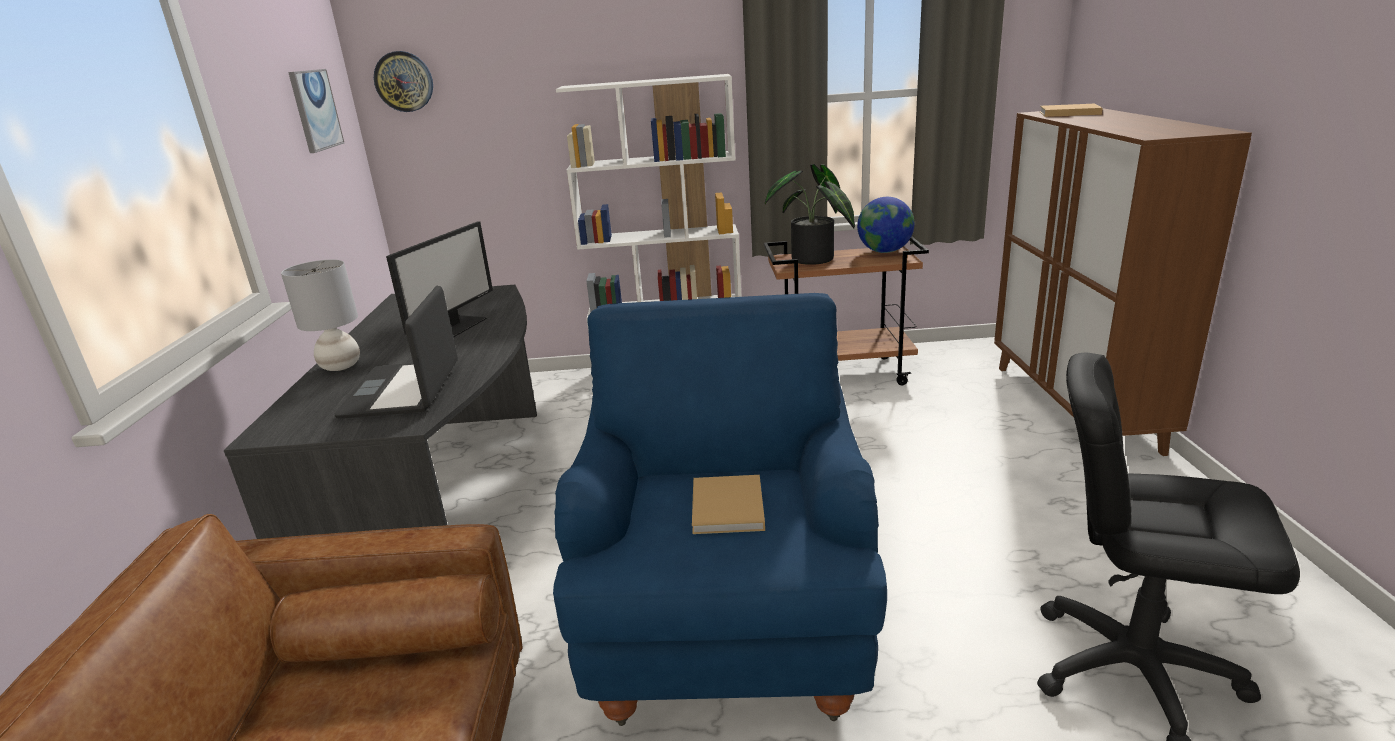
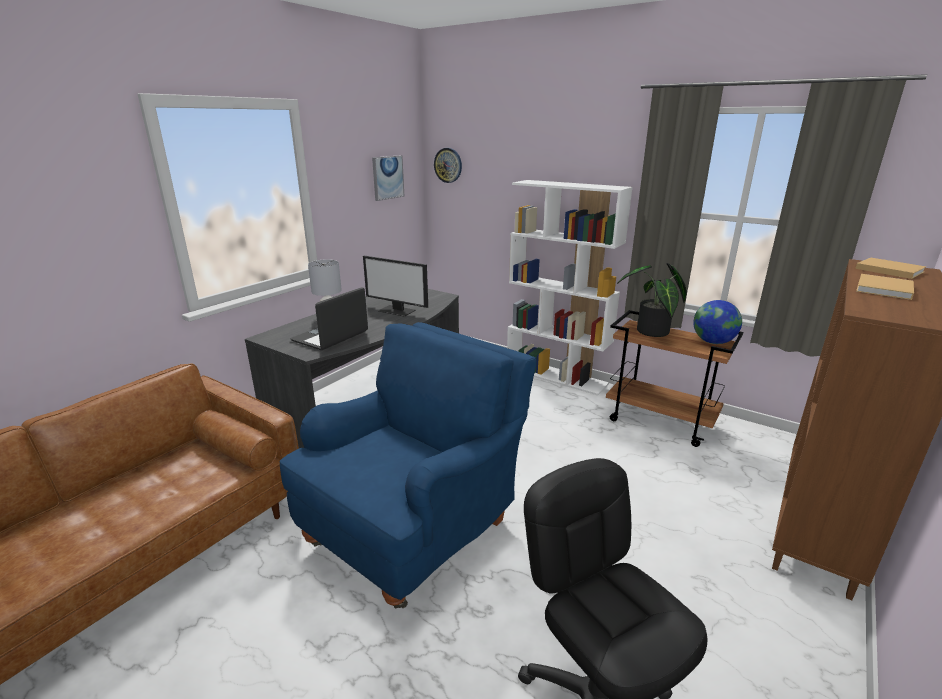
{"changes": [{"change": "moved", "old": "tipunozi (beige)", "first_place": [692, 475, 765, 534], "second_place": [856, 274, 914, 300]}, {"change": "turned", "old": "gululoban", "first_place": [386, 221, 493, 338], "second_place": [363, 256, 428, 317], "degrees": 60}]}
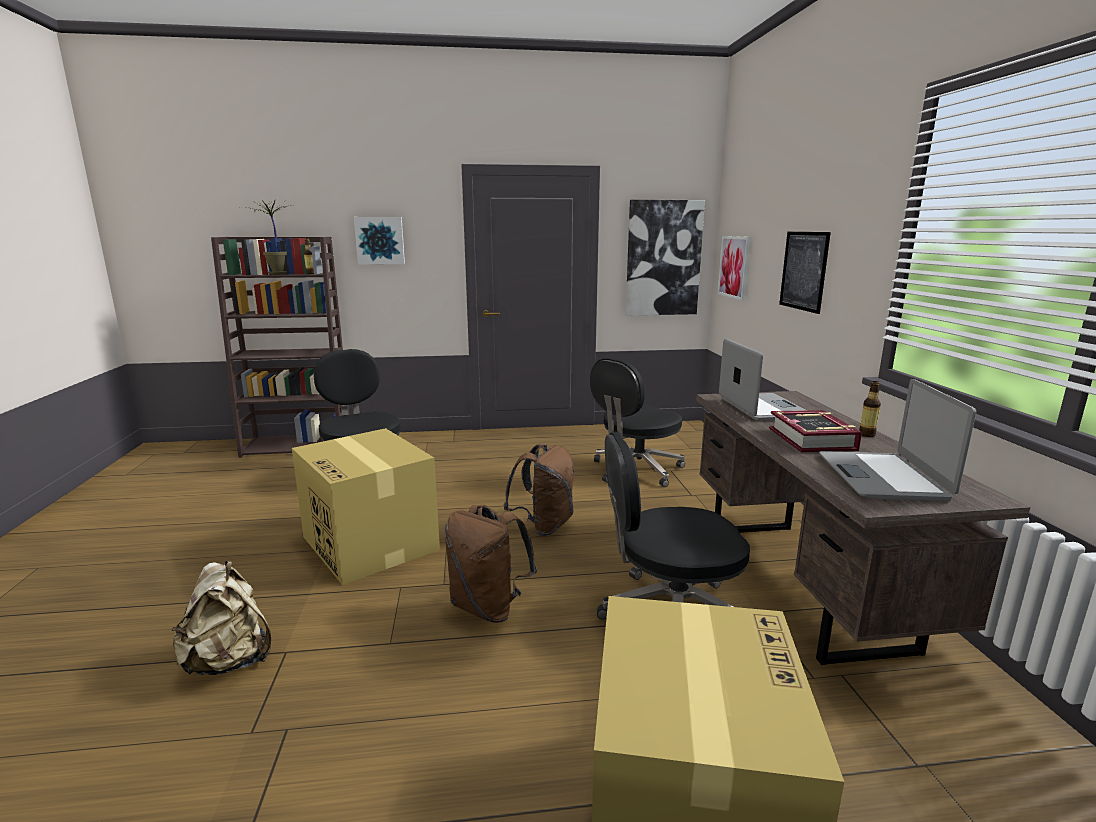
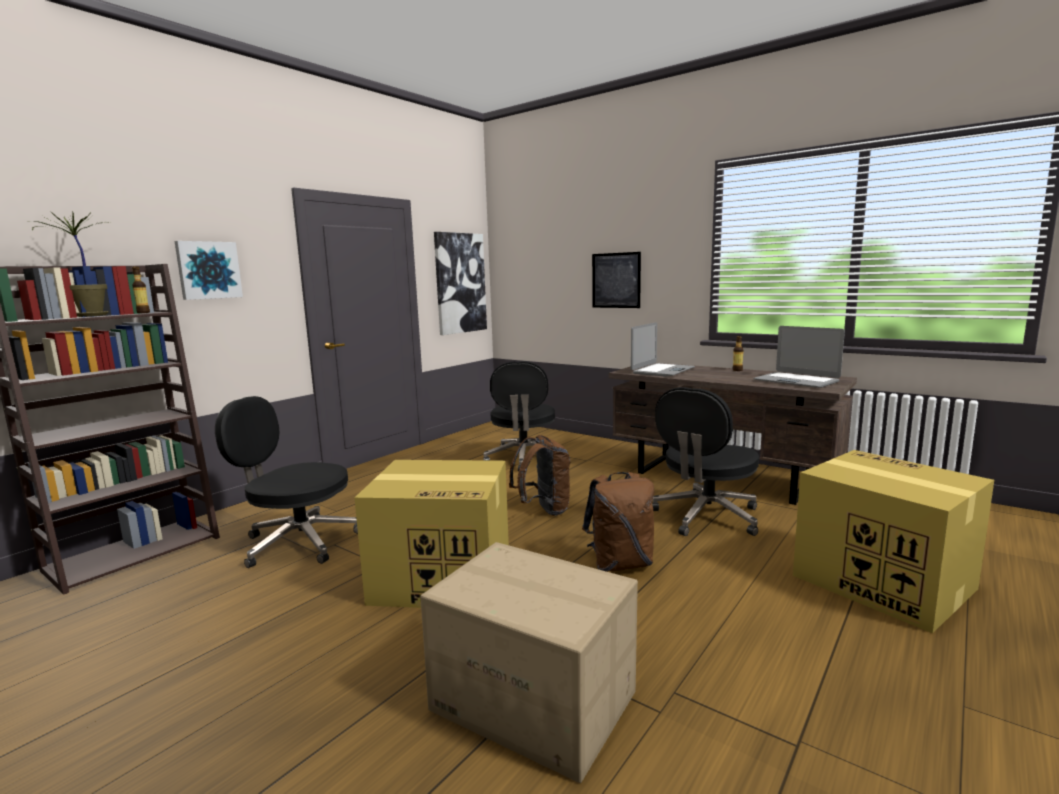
{"changes": [{"change": "removed", "old": "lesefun", "first_place": [718, 236, 751, 300]}, {"change": "removed", "old": "tipunozi", "first_place": [769, 410, 862, 453]}, {"change": "replaced", "old": "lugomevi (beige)", "new": "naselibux", "first_place": [171, 561, 271, 675], "second_place": [421, 542, 638, 783]}, {"change": "turned", "old": "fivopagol", "first_place": [719, 339, 805, 421], "second_place": [631, 322, 695, 377], "degrees": 90}]}
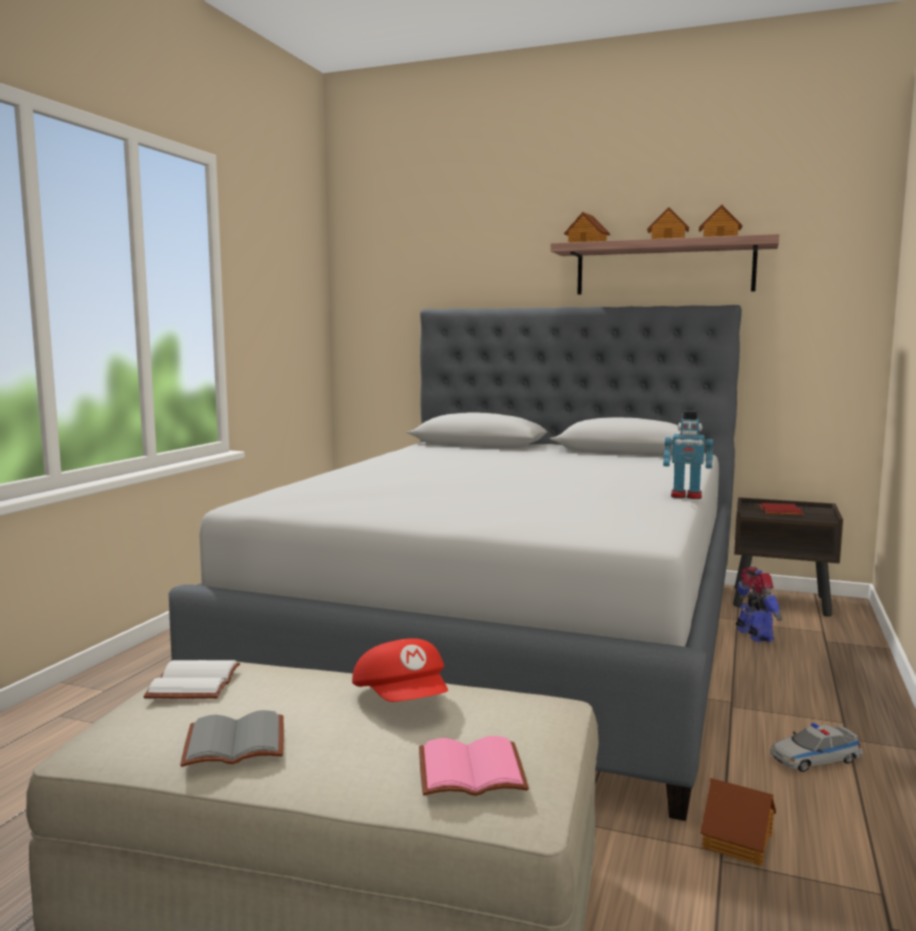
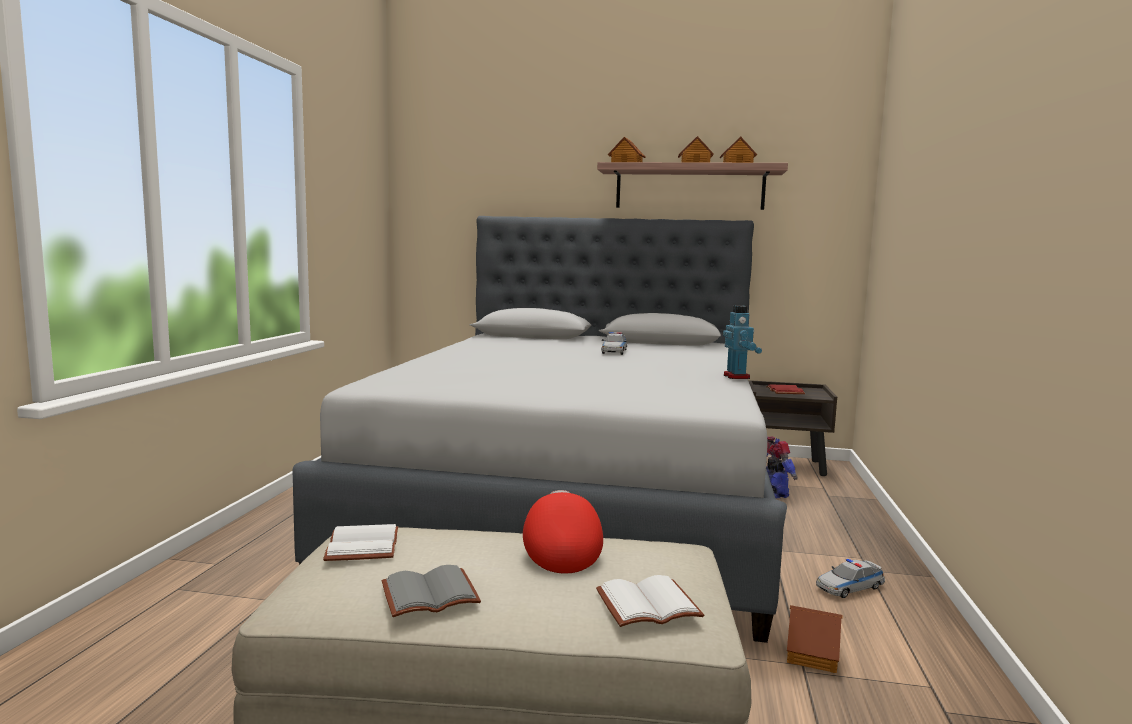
{"changes": [{"change": "added", "new": "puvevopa", "second_place": [601, 332, 627, 355]}, {"change": "recoloured", "old": "tipunozi (pink)", "new": "tipunozi (white)", "first_place": [419, 736, 529, 796], "second_place": [596, 575, 704, 627]}, {"change": "turned", "old": "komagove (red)", "first_place": [352, 638, 448, 702], "second_place": [523, 490, 603, 574], "degrees": -150}, {"change": "turned", "old": "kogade", "first_place": [663, 410, 713, 499], "second_place": [723, 305, 762, 379], "degrees": -105}]}
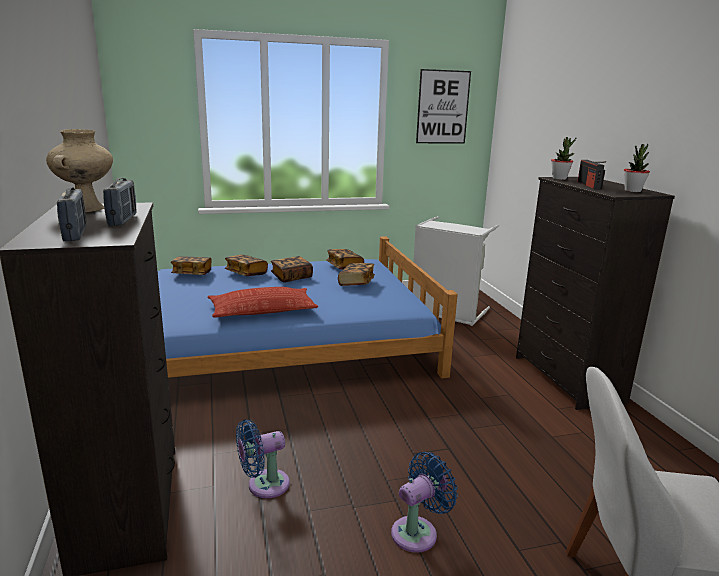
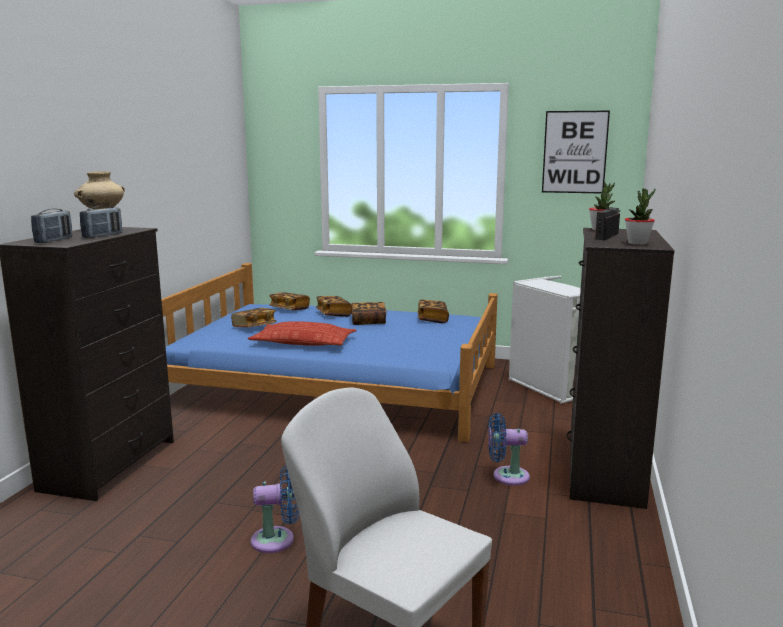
{"changes": [{"change": "moved", "old": "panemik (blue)", "first_place": [236, 419, 290, 498], "second_place": [488, 413, 530, 485]}, {"change": "moved", "old": "tipunozi", "first_place": [338, 263, 375, 286], "second_place": [231, 308, 277, 328]}]}
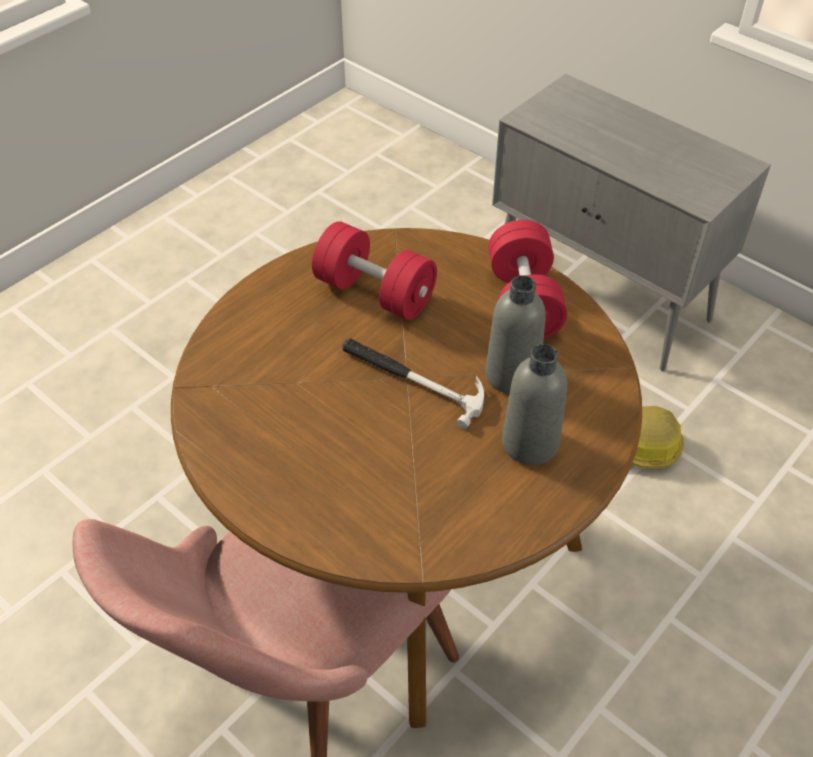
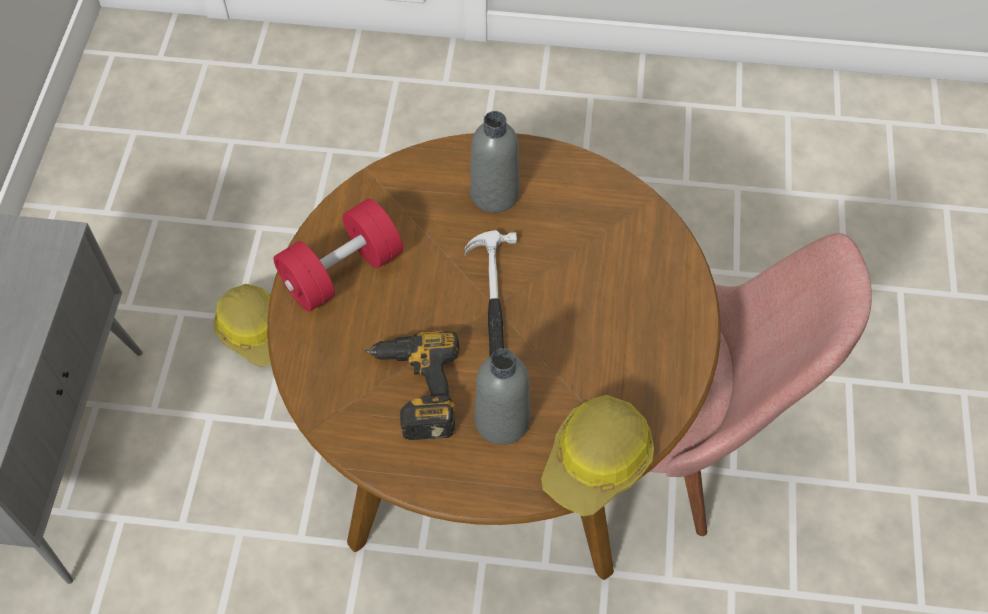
{"changes": [{"change": "added", "new": "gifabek", "second_place": [541, 395, 654, 516]}, {"change": "moved", "old": "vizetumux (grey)", "first_place": [485, 275, 546, 394], "second_place": [475, 348, 530, 445]}, {"change": "replaced", "old": "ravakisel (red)", "new": "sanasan", "first_place": [312, 221, 437, 320], "second_place": [365, 331, 459, 440]}]}
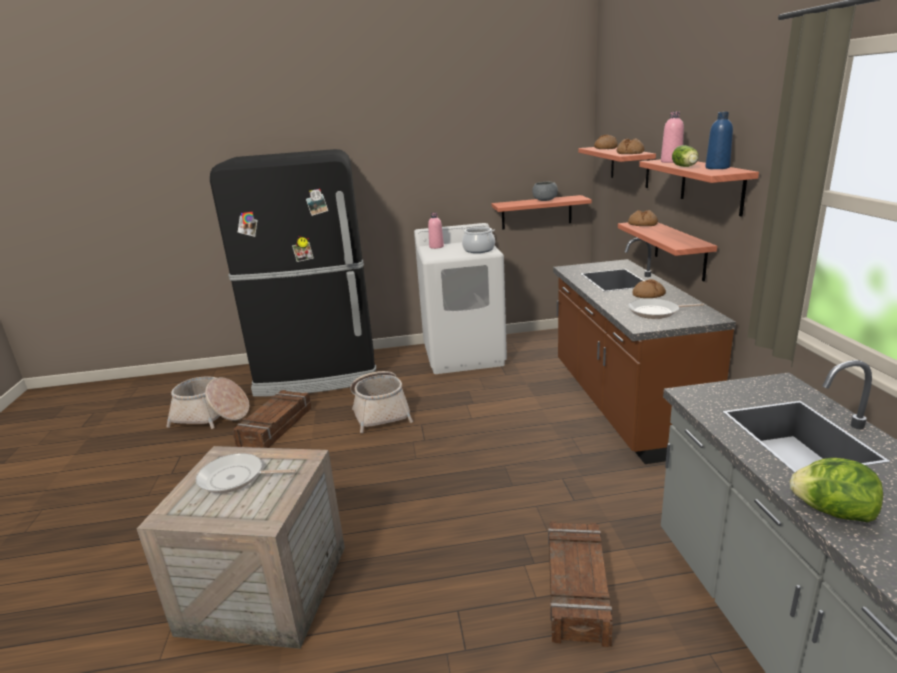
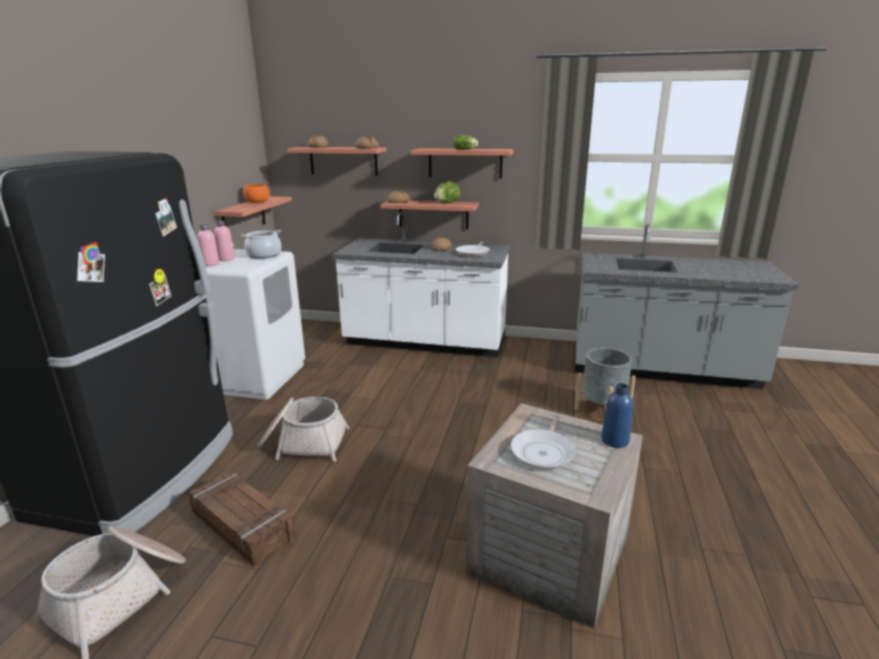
{"changes": [{"change": "moved", "old": "vizetumux (pink)", "first_place": [661, 111, 684, 163], "second_place": [214, 220, 235, 261]}, {"change": "moved", "old": "vizetumux (blue)", "first_place": [705, 112, 733, 169], "second_place": [601, 383, 633, 448]}, {"change": "moved", "old": "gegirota", "first_place": [790, 458, 883, 522], "second_place": [434, 181, 460, 203]}, {"change": "replaced", "old": "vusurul", "new": "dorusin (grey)", "first_place": [548, 521, 613, 647], "second_place": [575, 348, 636, 410]}, {"change": "recoloured", "old": "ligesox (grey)", "new": "ligesox (orange)", "first_place": [532, 182, 558, 201], "second_place": [243, 184, 270, 203]}, {"change": "recoloured", "old": "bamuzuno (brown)", "new": "bamuzuno (white)", "first_place": [553, 238, 736, 464], "second_place": [332, 212, 510, 357]}]}
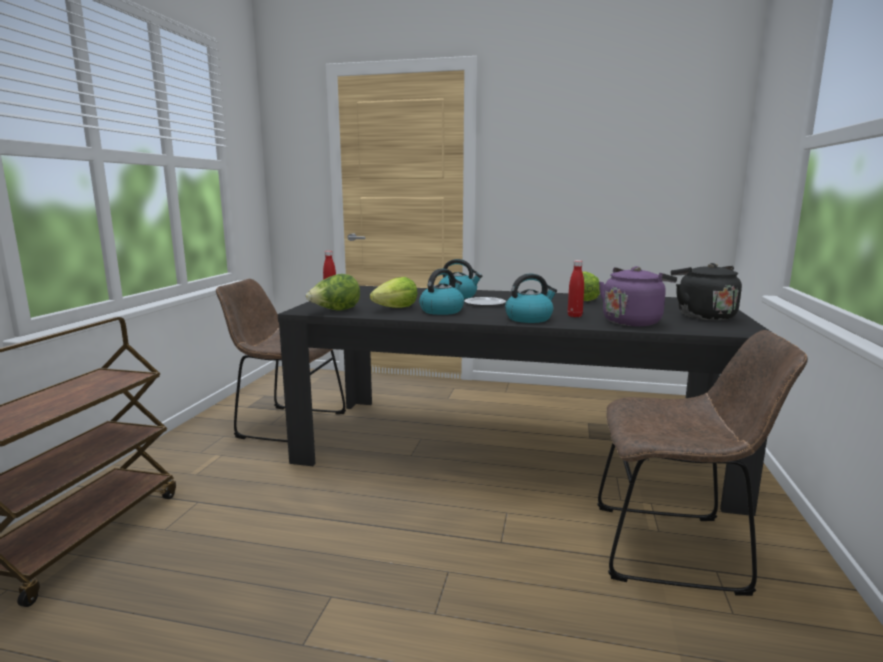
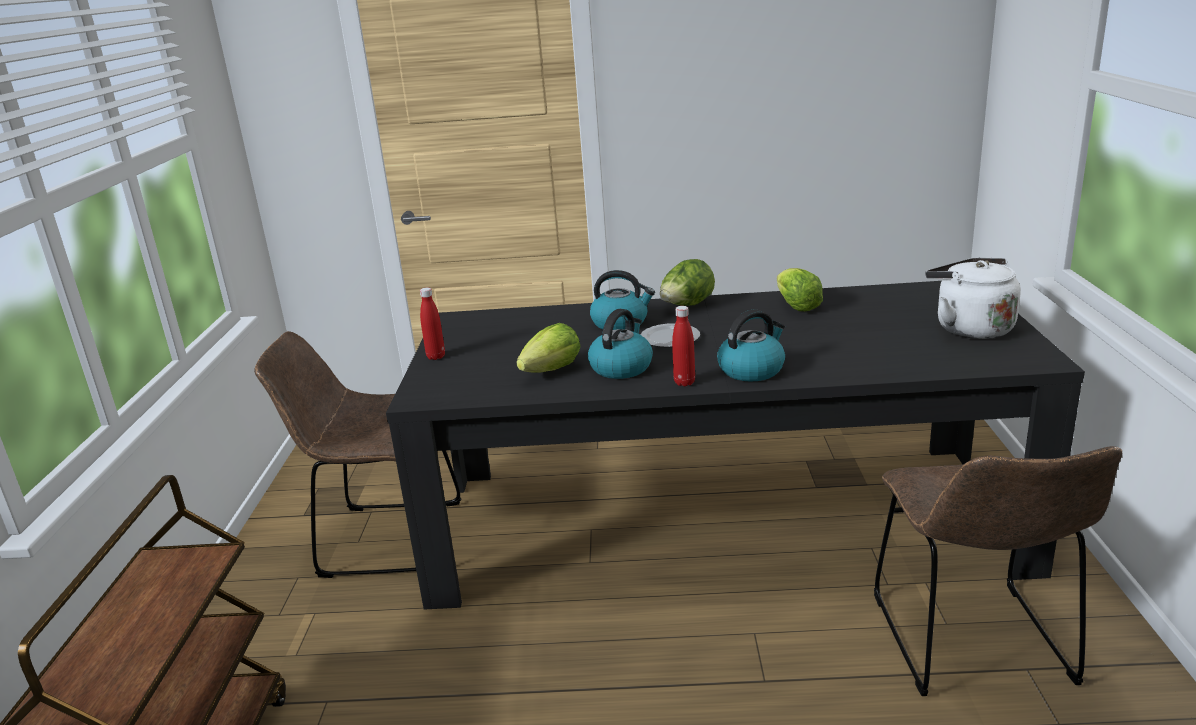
{"changes": [{"change": "removed", "old": "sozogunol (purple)", "first_place": [599, 266, 677, 326]}, {"change": "moved", "old": "gegirota", "first_place": [306, 274, 360, 311], "second_place": [660, 259, 715, 306]}, {"change": "moved", "old": "vizetumux (red)", "first_place": [568, 260, 584, 317], "second_place": [672, 306, 695, 386]}, {"change": "recoloured", "old": "sozogunol (black)", "new": "sozogunol (white)", "first_place": [671, 263, 742, 320], "second_place": [925, 258, 1021, 339]}, {"change": "turned", "old": "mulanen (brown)", "first_place": [597, 330, 808, 596], "second_place": [874, 446, 1122, 696], "degrees": 90}]}
